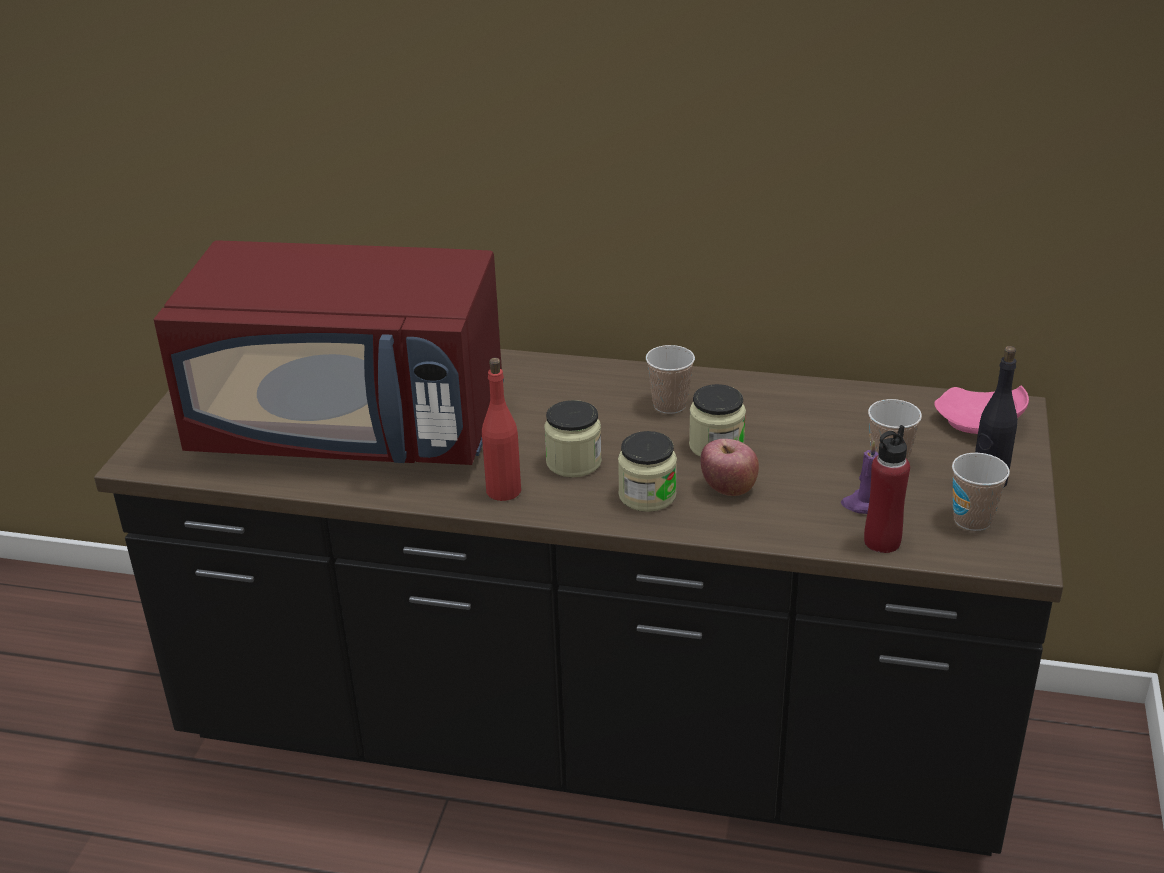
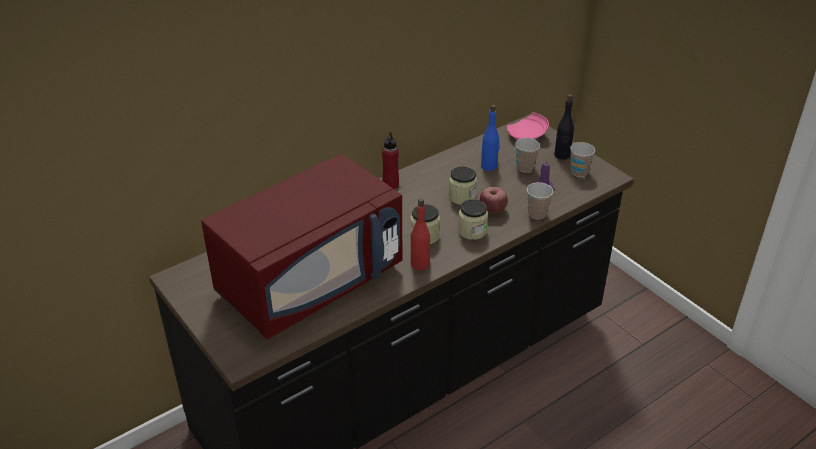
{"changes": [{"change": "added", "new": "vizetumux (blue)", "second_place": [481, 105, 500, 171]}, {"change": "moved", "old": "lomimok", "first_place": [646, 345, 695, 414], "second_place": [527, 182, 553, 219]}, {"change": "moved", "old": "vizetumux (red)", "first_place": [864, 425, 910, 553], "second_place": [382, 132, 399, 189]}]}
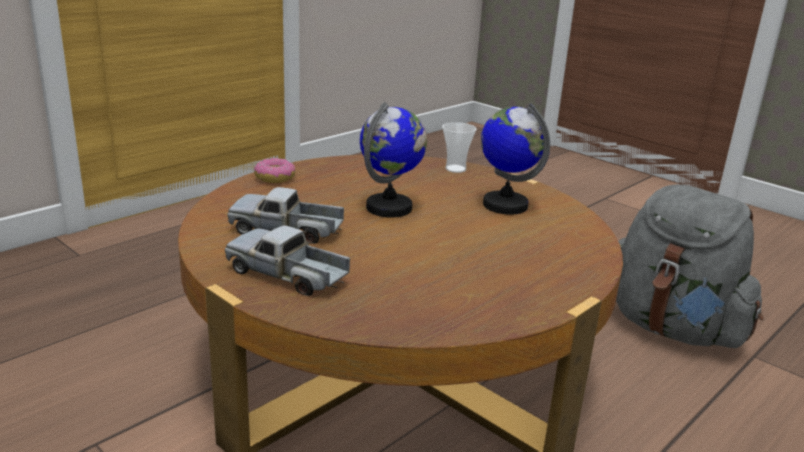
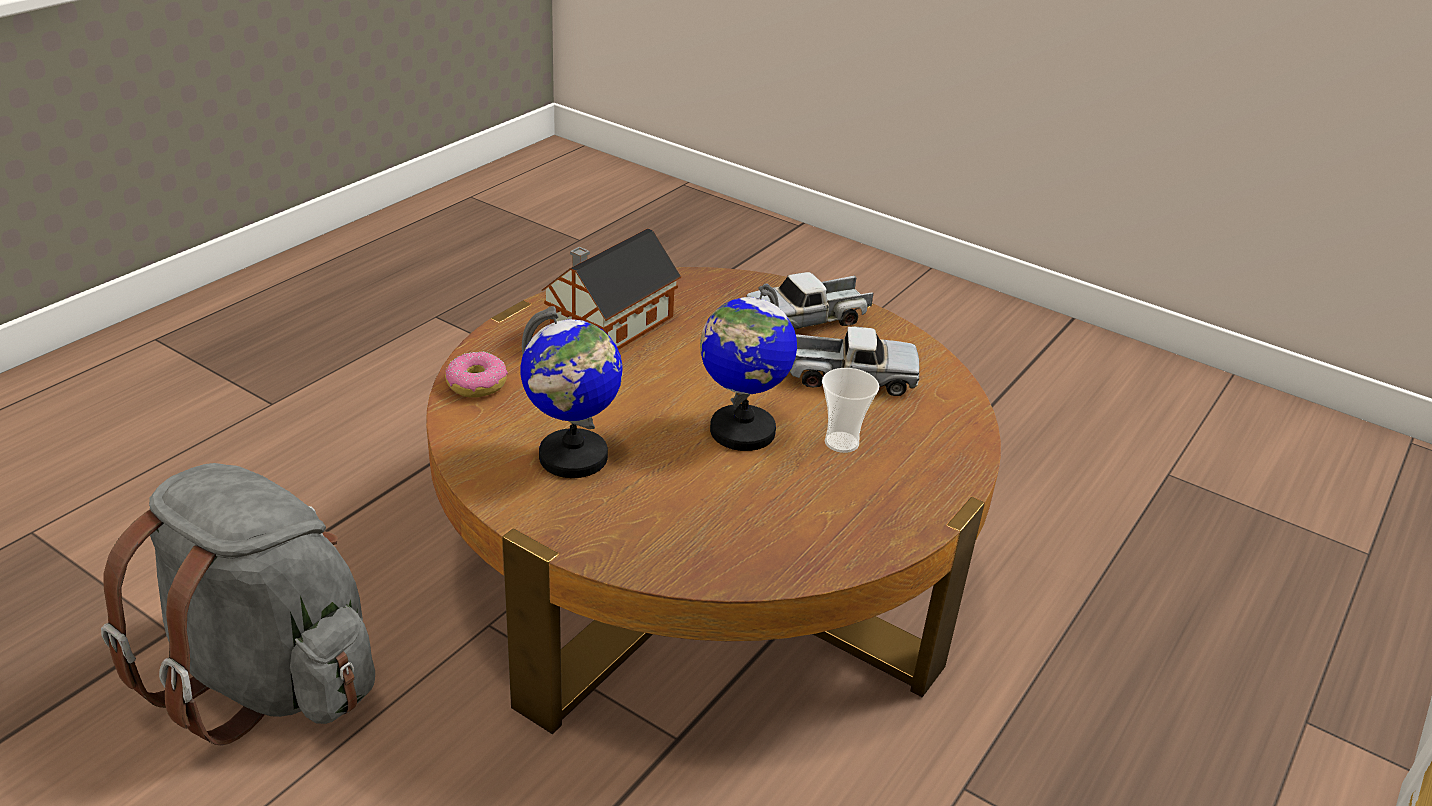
{"changes": [{"change": "added", "new": "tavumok", "second_place": [541, 228, 681, 350]}, {"change": "moved", "old": "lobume", "first_place": [254, 158, 295, 183], "second_place": [445, 352, 508, 398]}, {"change": "moved", "old": "lomimok", "first_place": [442, 122, 477, 173], "second_place": [822, 368, 879, 453]}, {"change": "turned", "old": "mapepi", "first_place": [225, 225, 350, 296], "second_place": [747, 272, 873, 329], "degrees": 135}]}
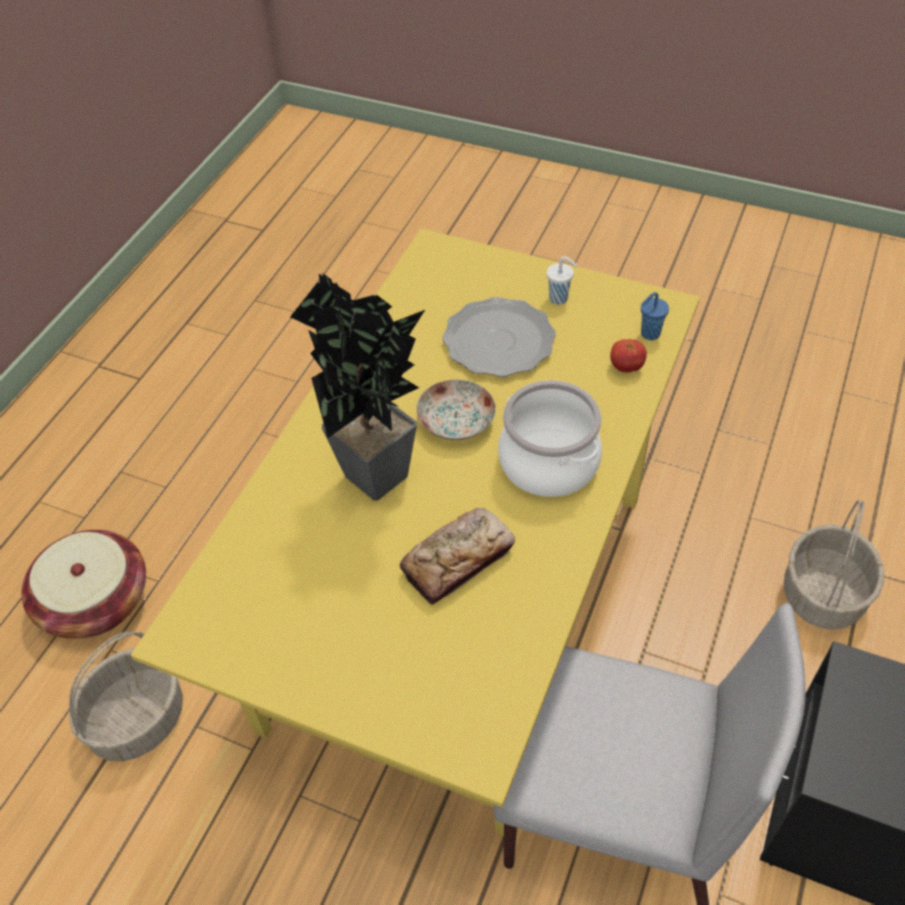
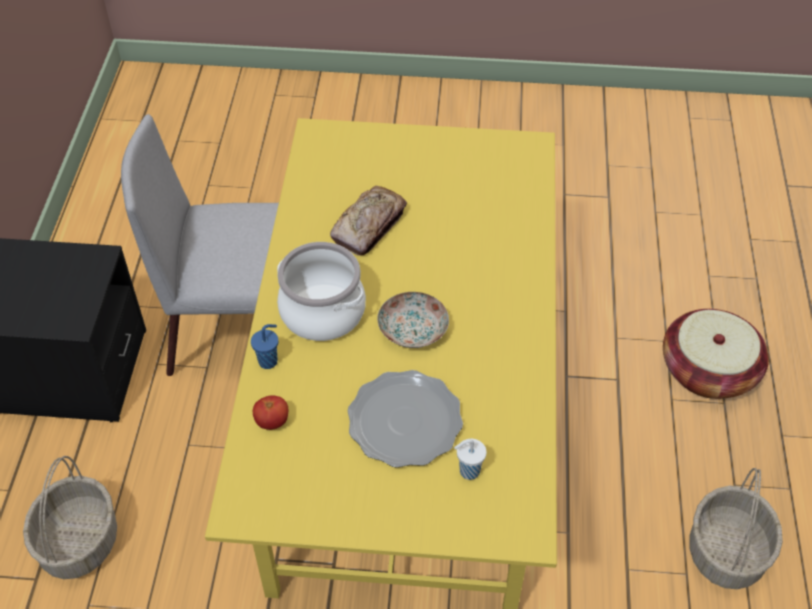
{"changes": [{"change": "removed", "old": "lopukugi", "first_place": [290, 274, 425, 501]}, {"change": "moved", "old": "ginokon", "first_place": [69, 632, 183, 762], "second_place": [689, 468, 783, 589]}, {"change": "moved", "old": "lomimok (white)", "first_place": [547, 256, 577, 305], "second_place": [454, 439, 487, 480]}, {"change": "moved", "old": "lomimok (blue)", "first_place": [641, 292, 669, 340], "second_place": [251, 324, 278, 369]}]}
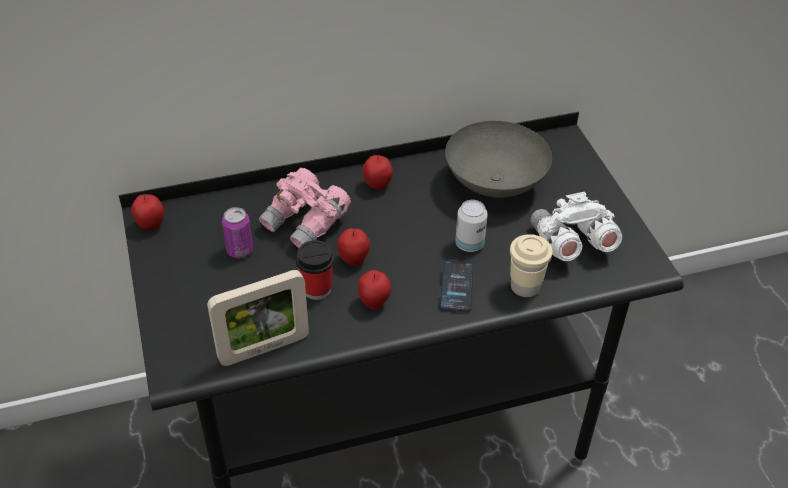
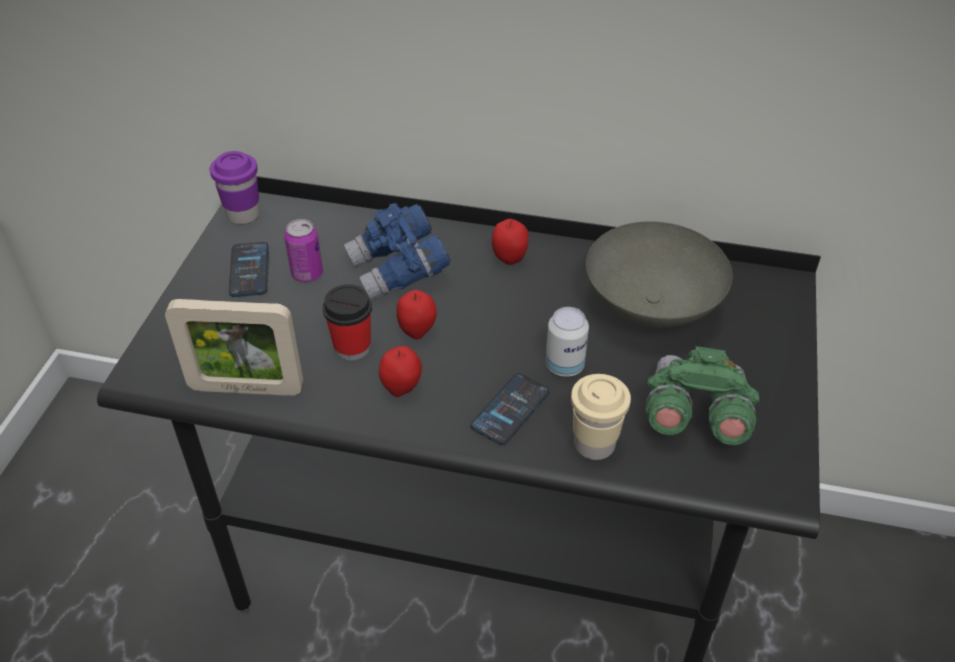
{"changes": [{"change": "added", "new": "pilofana", "second_place": [229, 242, 269, 297]}, {"change": "replaced", "old": "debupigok", "new": "lomimok (purple)", "first_place": [131, 194, 164, 230], "second_place": [210, 151, 260, 225]}, {"change": "recoloured", "old": "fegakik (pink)", "new": "fegakik (blue)", "first_place": [259, 168, 351, 248], "second_place": [344, 203, 450, 300]}, {"change": "recoloured", "old": "fegakik (white)", "new": "fegakik (green)", "first_place": [530, 192, 622, 261], "second_place": [646, 346, 760, 445]}]}
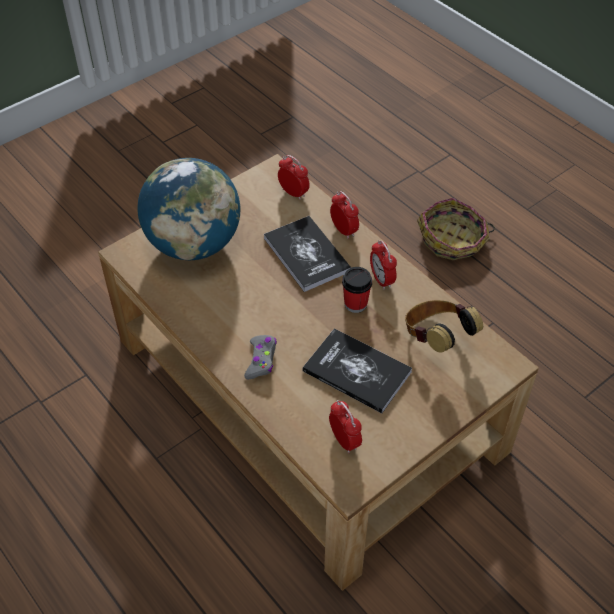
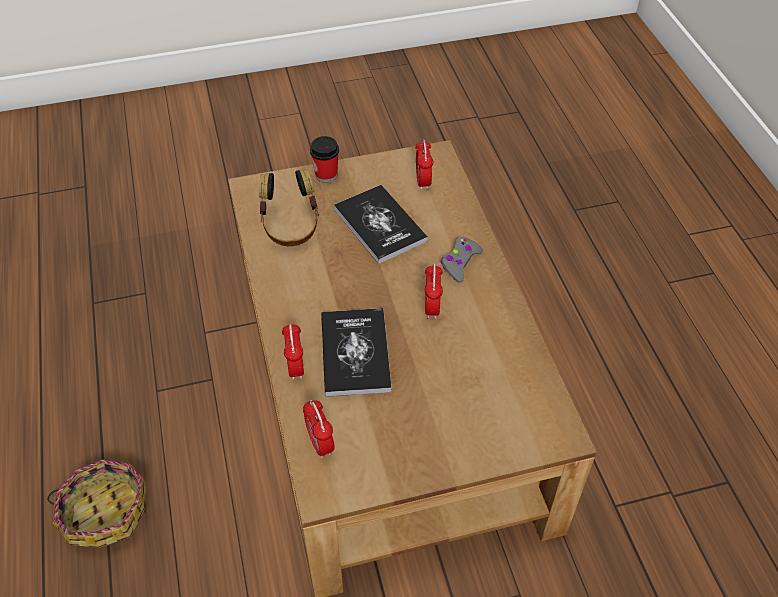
{"changes": [{"change": "removed", "old": "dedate", "first_place": [137, 158, 240, 260]}, {"change": "moved", "old": "lomimok", "first_place": [342, 267, 372, 313], "second_place": [310, 136, 339, 183]}, {"change": "moved", "old": "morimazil", "first_place": [370, 240, 397, 289], "second_place": [424, 263, 443, 319]}]}
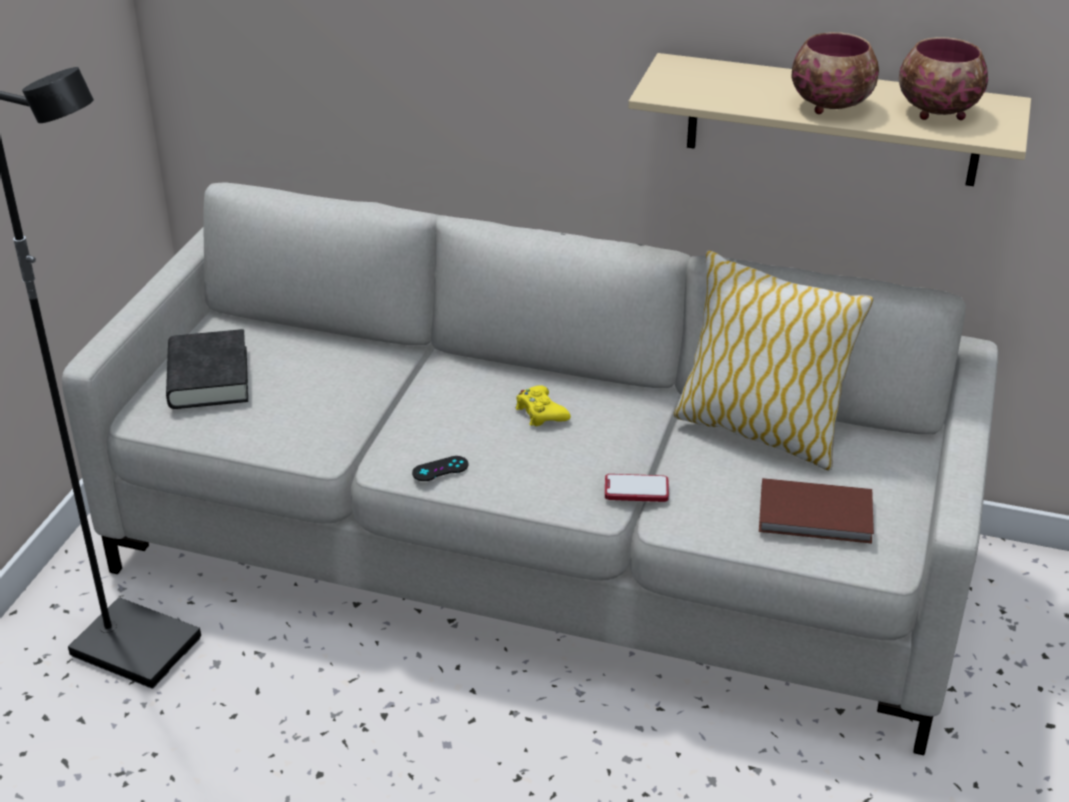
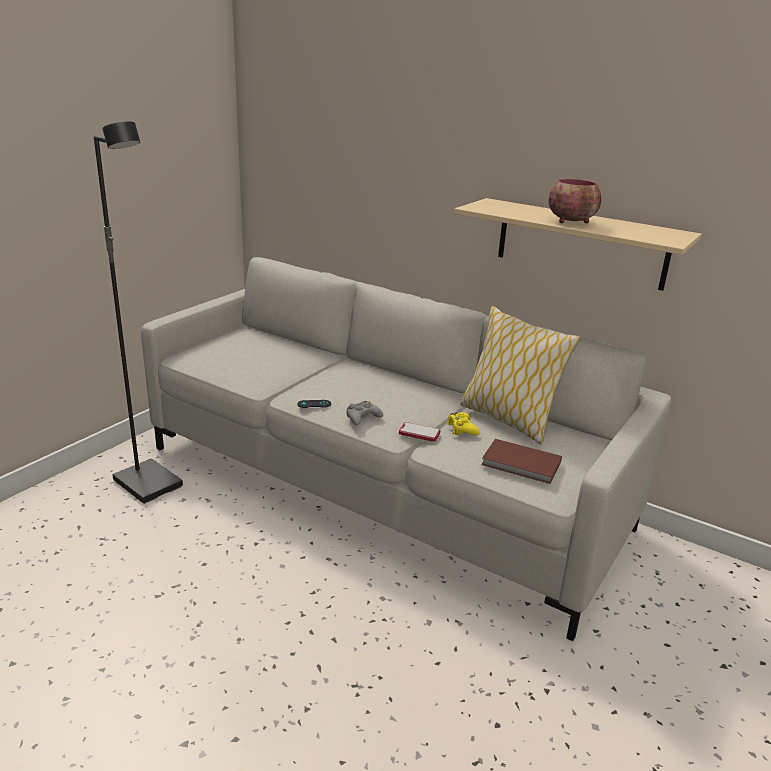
{"changes": [{"change": "removed", "old": "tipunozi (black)", "first_place": [166, 329, 248, 409]}, {"change": "removed", "old": "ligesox", "first_place": [899, 37, 988, 120]}, {"change": "added", "new": "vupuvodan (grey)", "second_place": [346, 401, 383, 425]}, {"change": "moved", "old": "vupuvodan (yellow)", "first_place": [515, 385, 571, 426], "second_place": [447, 412, 480, 435]}]}
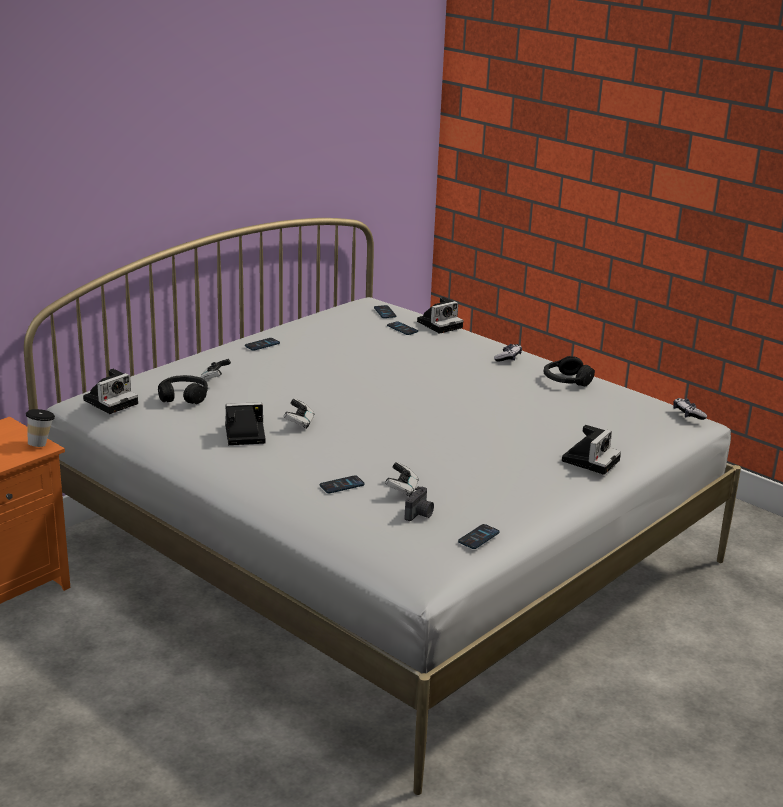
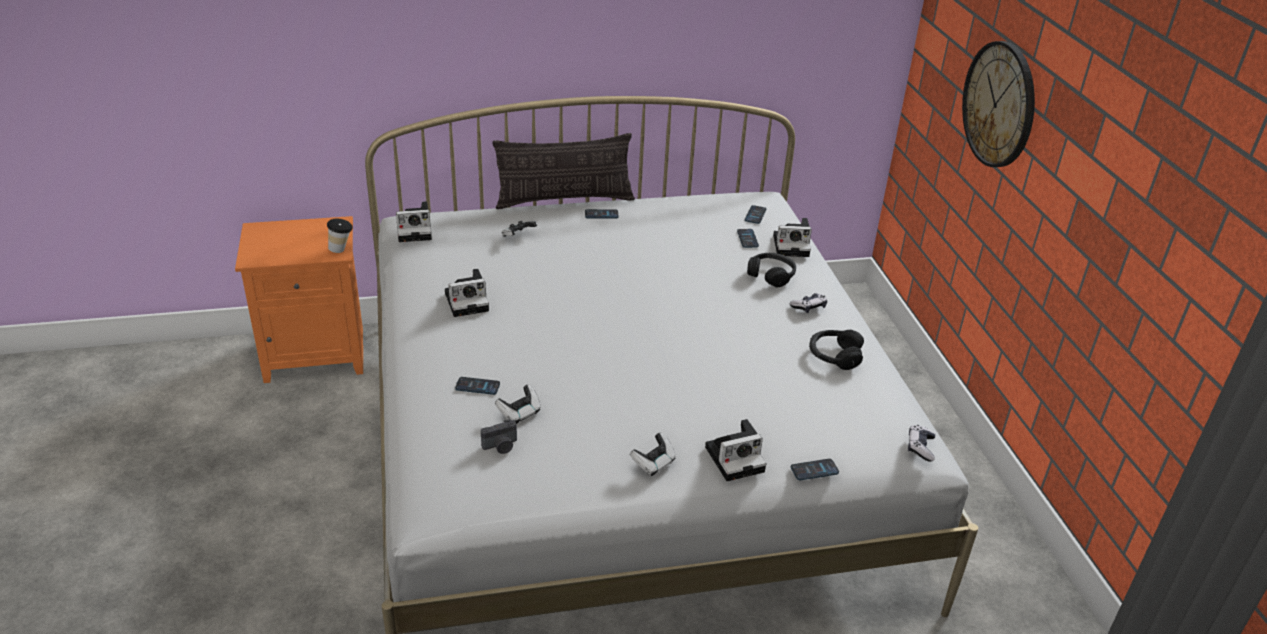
{"changes": [{"change": "added", "new": "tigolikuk", "second_place": [493, 133, 635, 209]}, {"change": "added", "new": "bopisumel", "second_place": [962, 41, 1035, 167]}, {"change": "moved", "old": "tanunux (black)", "first_place": [158, 375, 208, 404], "second_place": [747, 253, 796, 287]}, {"change": "moved", "old": "vupuvodan", "first_place": [284, 399, 314, 429], "second_place": [630, 433, 675, 476]}, {"change": "moved", "old": "pilofana", "first_place": [458, 524, 500, 549], "second_place": [791, 459, 839, 480]}, {"change": "turned", "old": "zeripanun", "first_place": [225, 402, 266, 445], "second_place": [445, 269, 489, 317], "degrees": 135}]}
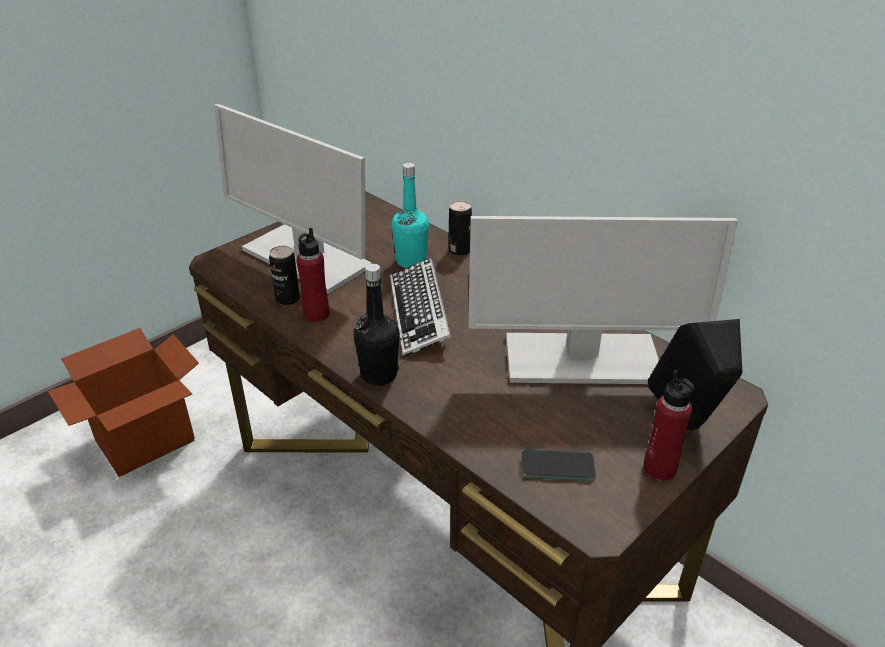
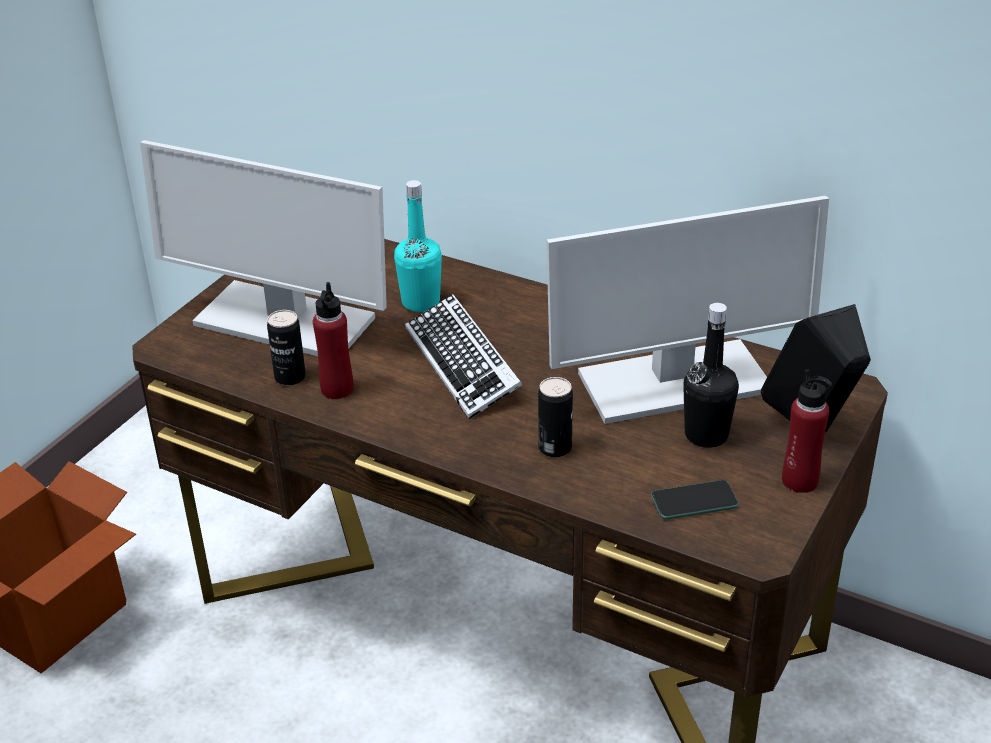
{"changes": [{"change": "moved", "old": "vizetumux (black)", "first_place": [354, 264, 400, 386], "second_place": [683, 303, 739, 448]}, {"change": "moved", "old": "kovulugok", "first_place": [449, 201, 472, 256], "second_place": [538, 377, 573, 458]}]}
